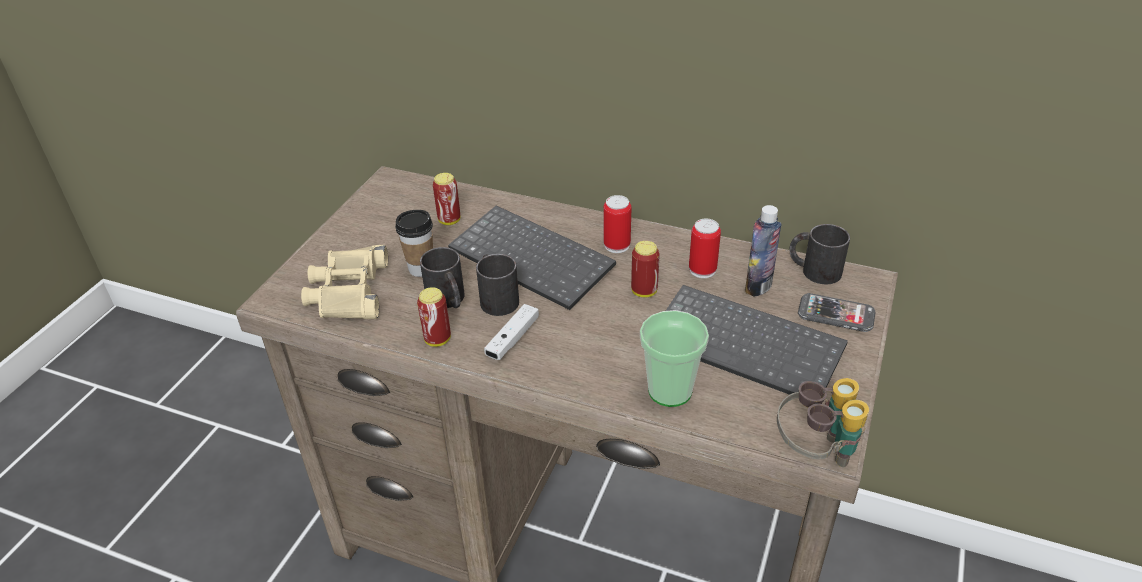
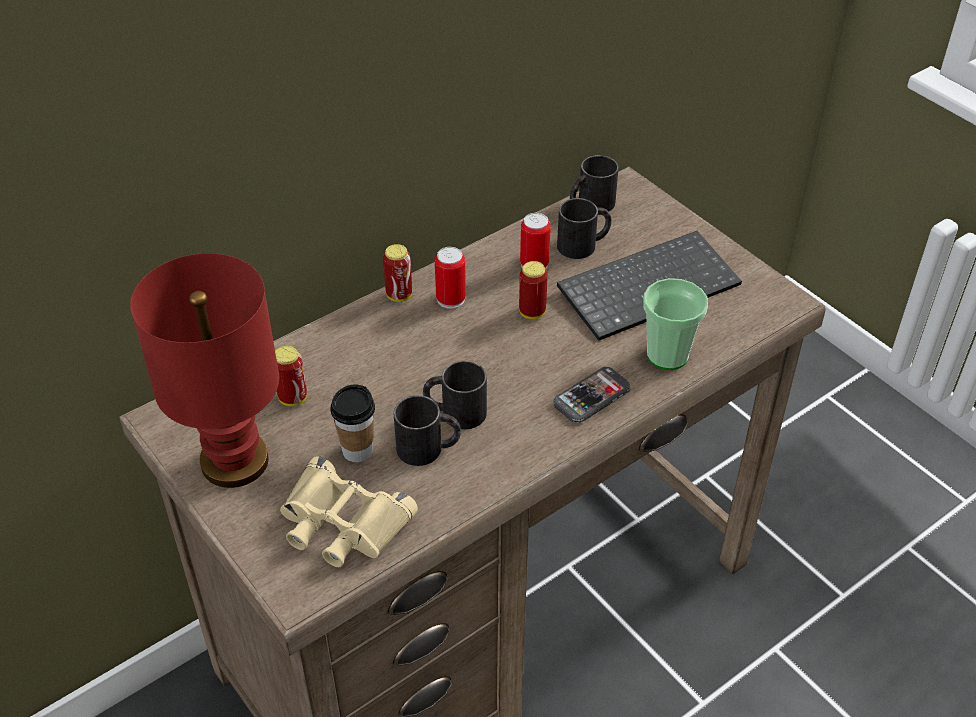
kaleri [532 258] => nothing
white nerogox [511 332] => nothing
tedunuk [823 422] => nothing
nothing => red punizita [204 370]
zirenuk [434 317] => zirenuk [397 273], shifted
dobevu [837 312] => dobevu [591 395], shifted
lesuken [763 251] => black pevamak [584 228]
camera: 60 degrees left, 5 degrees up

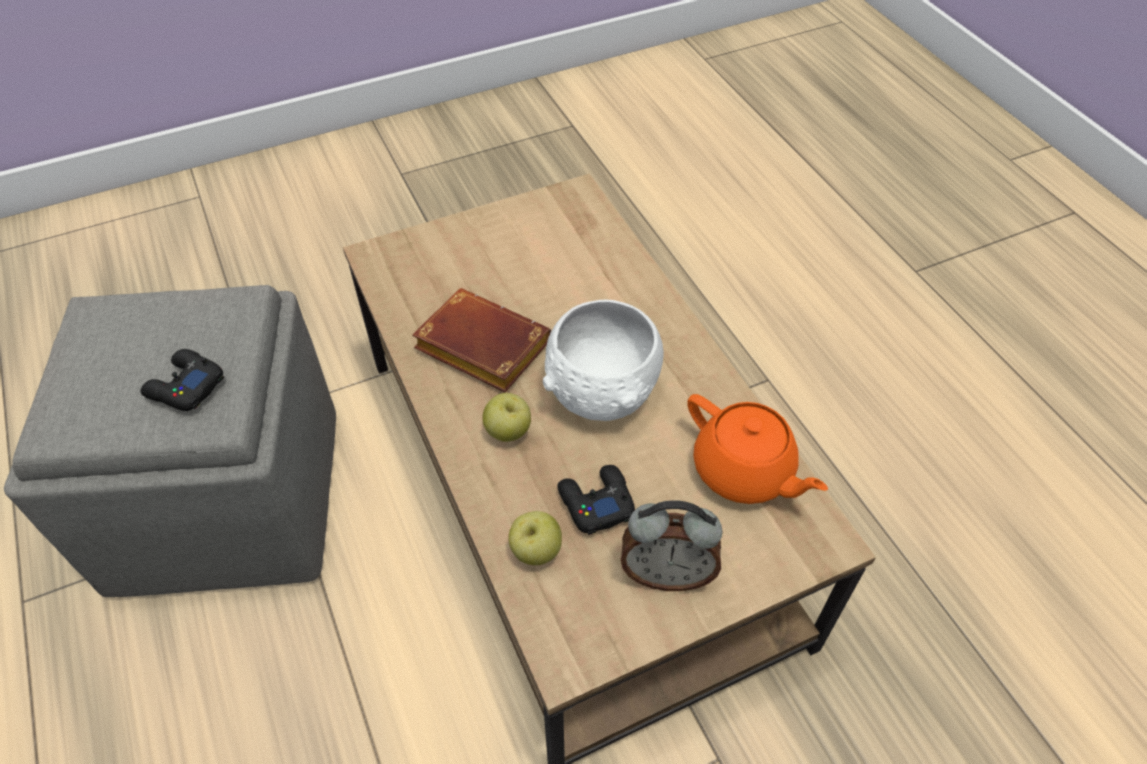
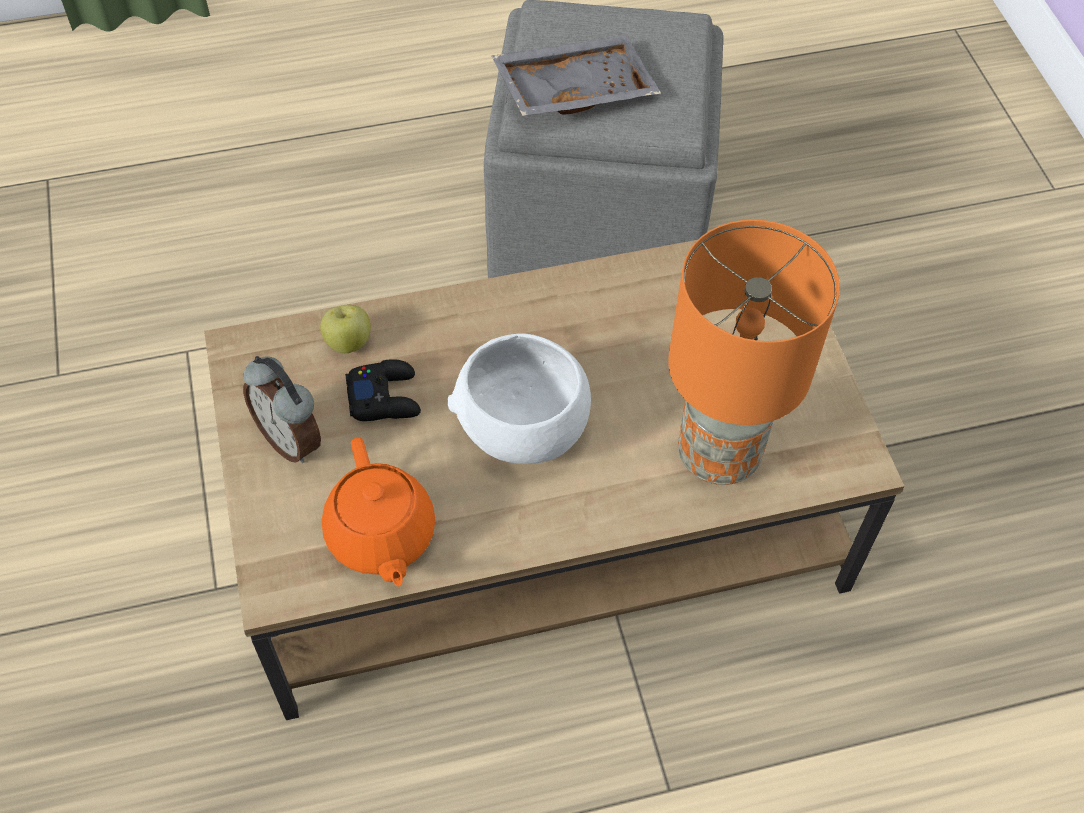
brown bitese [481 340] => nothing
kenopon [507 417] => nothing
nothing => orange punizita [754 352]
black nerogox [182 380] => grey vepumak [576 75]
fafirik [672 545] => fafirik [282 409], 60 degrees counterclockwise
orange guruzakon [757 449] => orange guruzakon [378 511], 75 degrees counterclockwise
camera: 100 degrees right, 5 degrees up

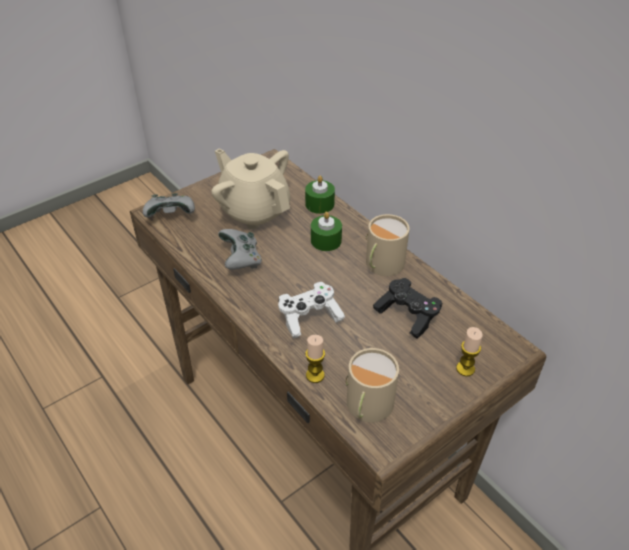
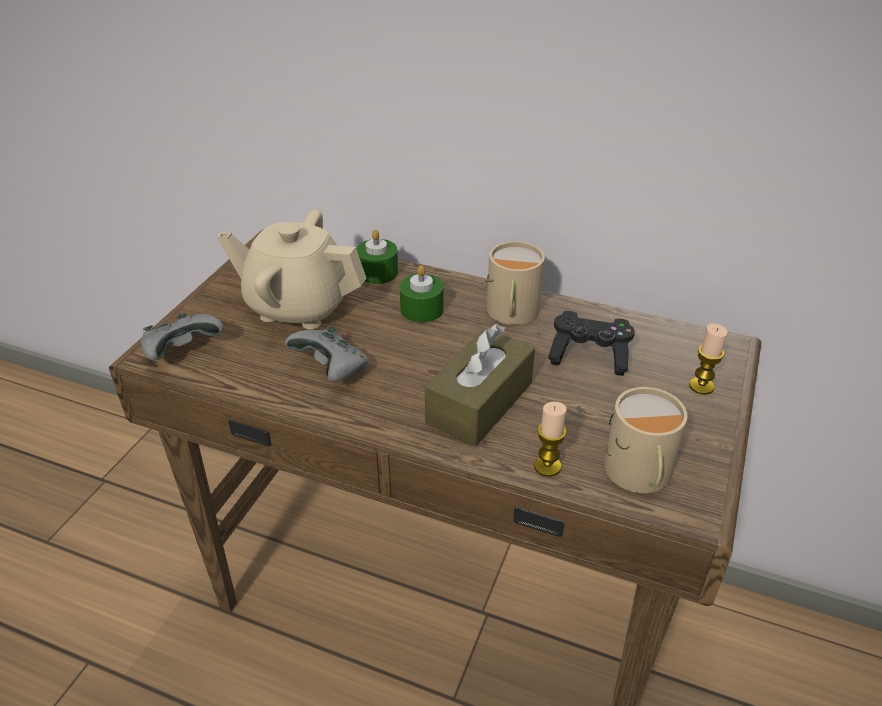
white nerogox [311 310] => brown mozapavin [480 385]
camera: 30 degrees left, 5 degrees down

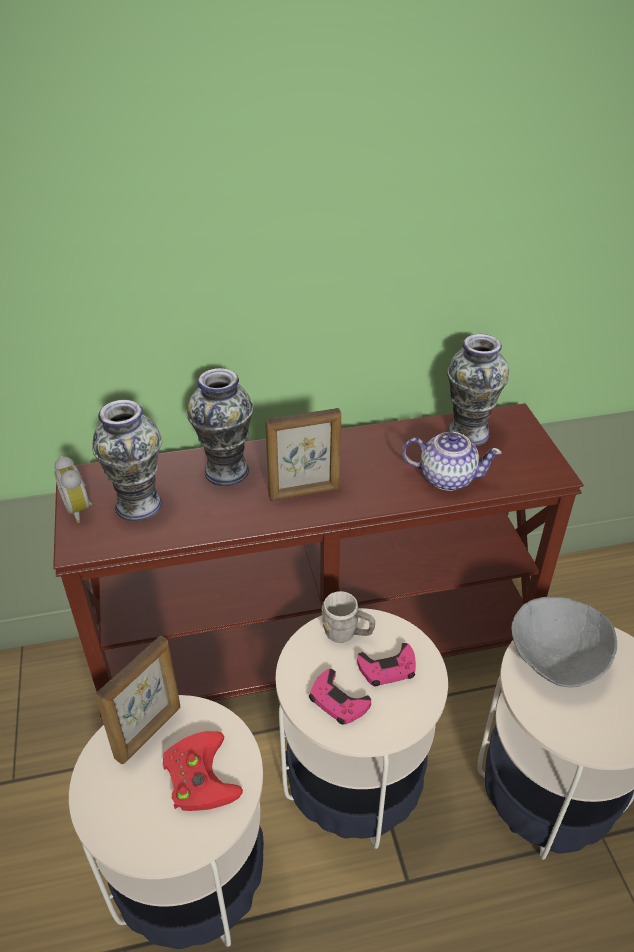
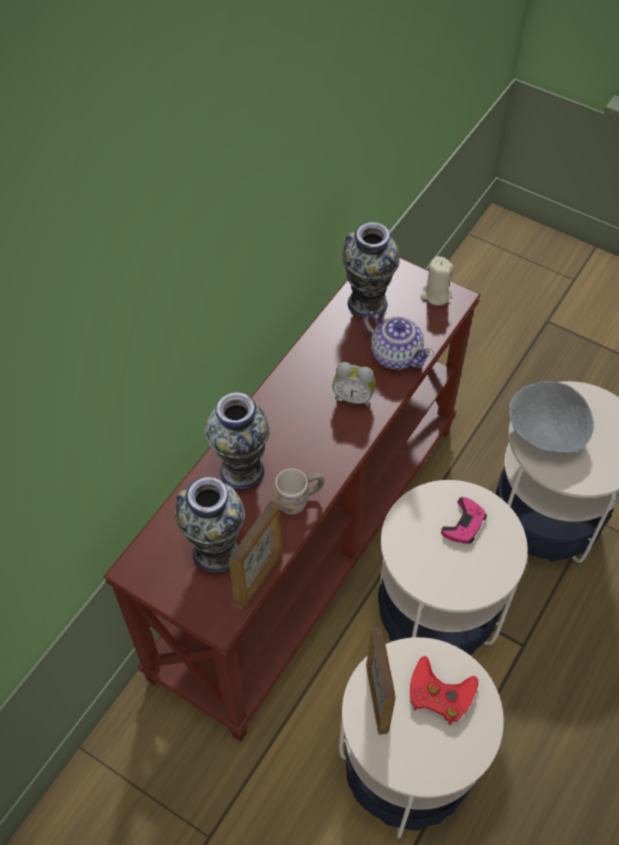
pink nerogox [340 697] => nothing
nothing => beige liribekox [437 280]
fafirik [73 489] => fafirik [354 384], shifted
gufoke [303 454] => gufoke [255 554], shifted
grey pevamak [348 617] => grey pevamak [299 491], shifted
guruzakon [452 461] => guruzakon [398 340], 75 degrees clockwise
camera: 45 degrees left, 15 degrees up

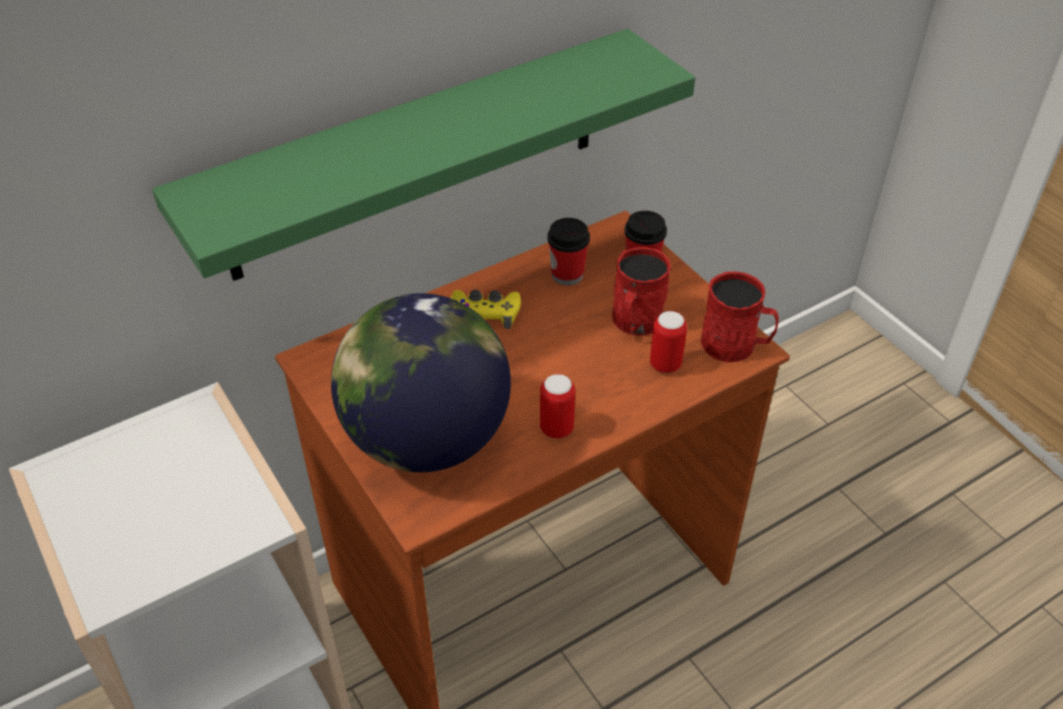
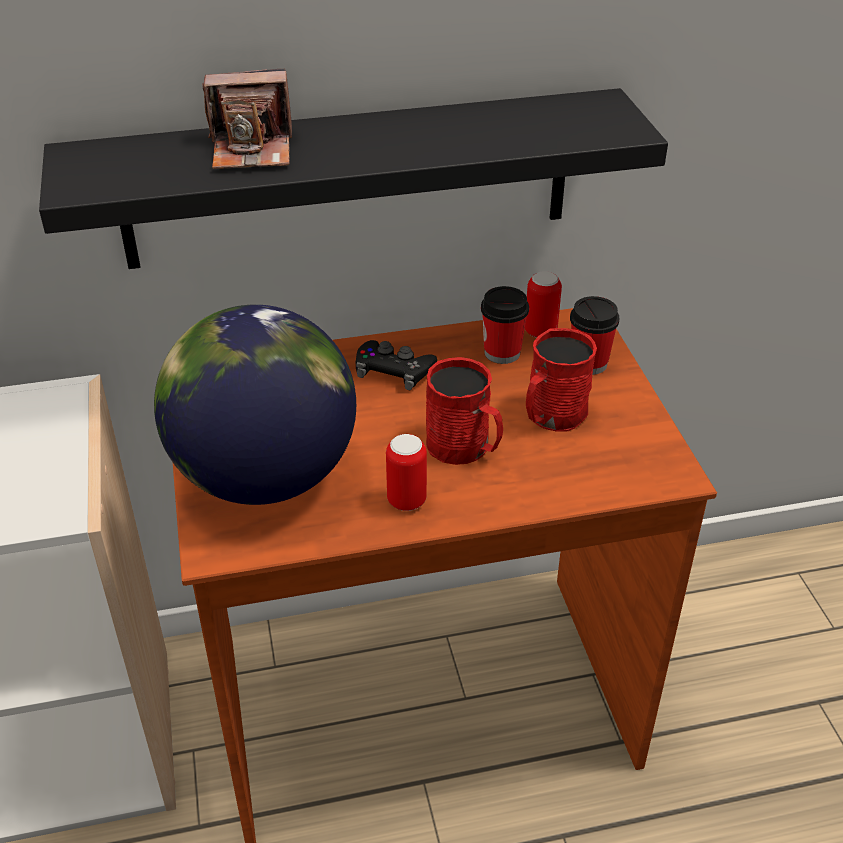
nothing => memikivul [247 119]
zirenuk [668 342] => zirenuk [543 304], shifted
red pevamak [740 316] => red pevamak [464 411], shifted
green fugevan [423 155] => black fugevan [353 178]
yellow nerogox [486 309] => black nerogox [396 365]
camera: 20 degrees right, 5 degrees down

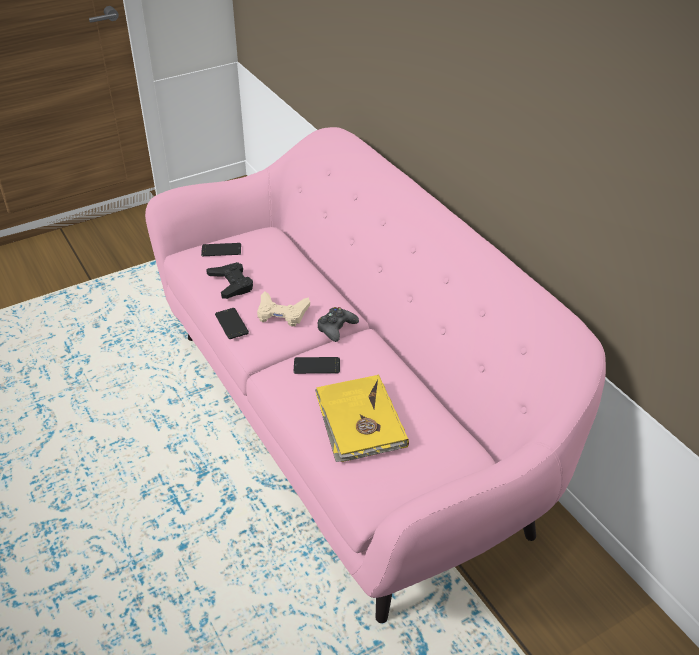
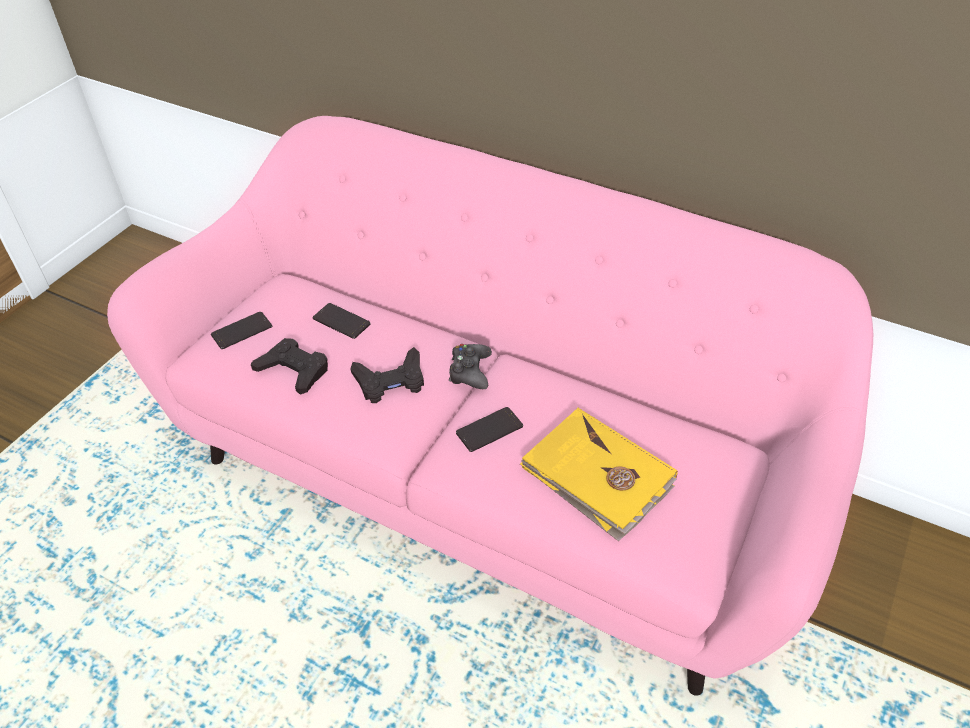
dobevu [232 323] => dobevu [341 321], shifted
beige nerogox [283 309] => black nerogox [387 375]
camera: 30 degrees left, 5 degrees up

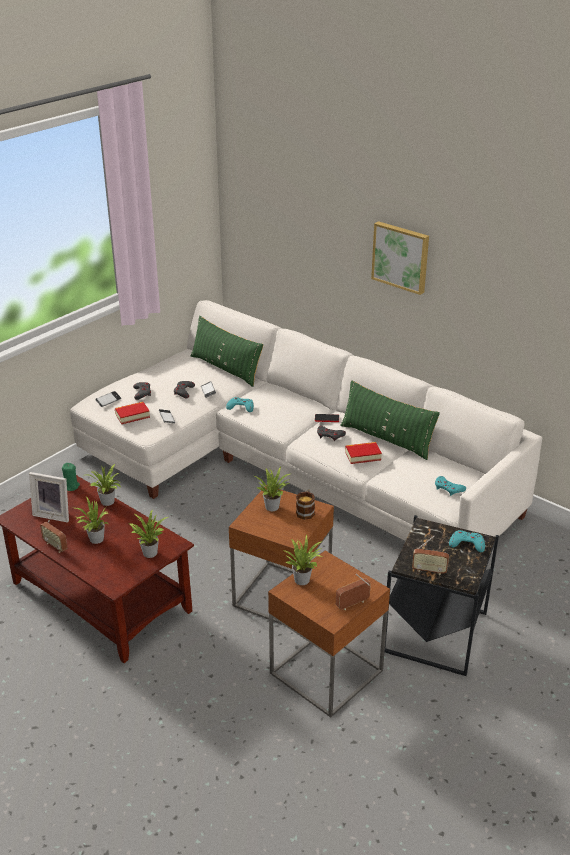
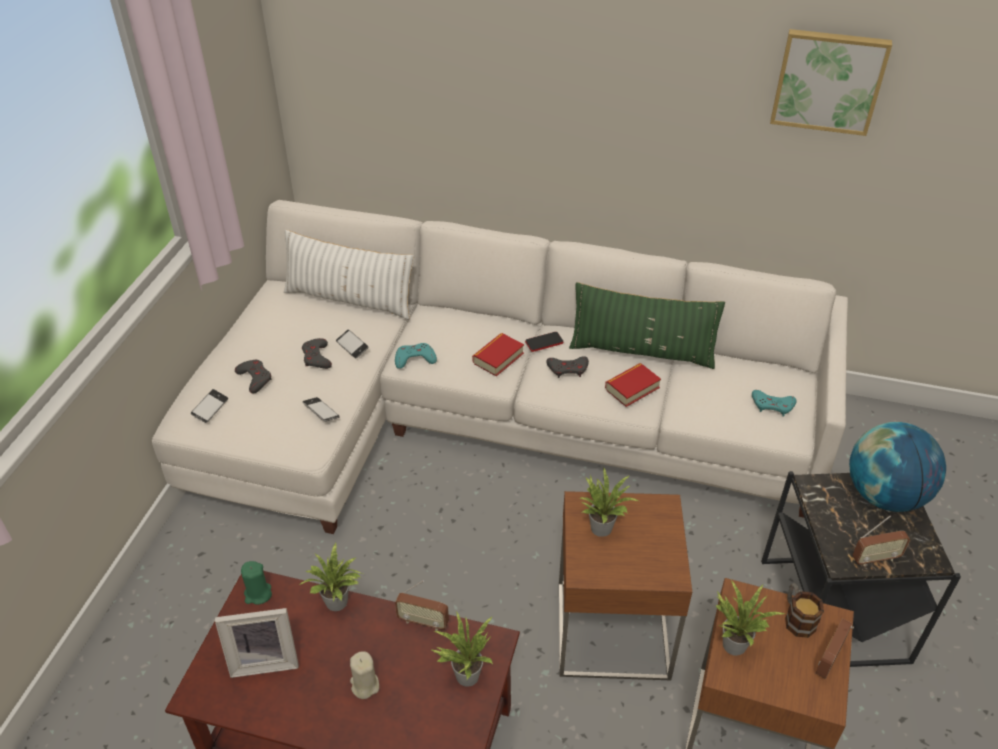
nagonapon [53 533] => nagonapon [422 605], shifted
bitese [132 413] => bitese [498 354], shifted
pevamak [305 504] => pevamak [804 610], shifted
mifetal [400 258] => mifetal [831 82], shifted
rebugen [91 520] => beige liribekox [364 675]
turquoise nerogox [467 541] => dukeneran [897 467]
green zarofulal [227 351] => white zarofulal [348 275]
camera: 25 degrees left, 10 degrees up

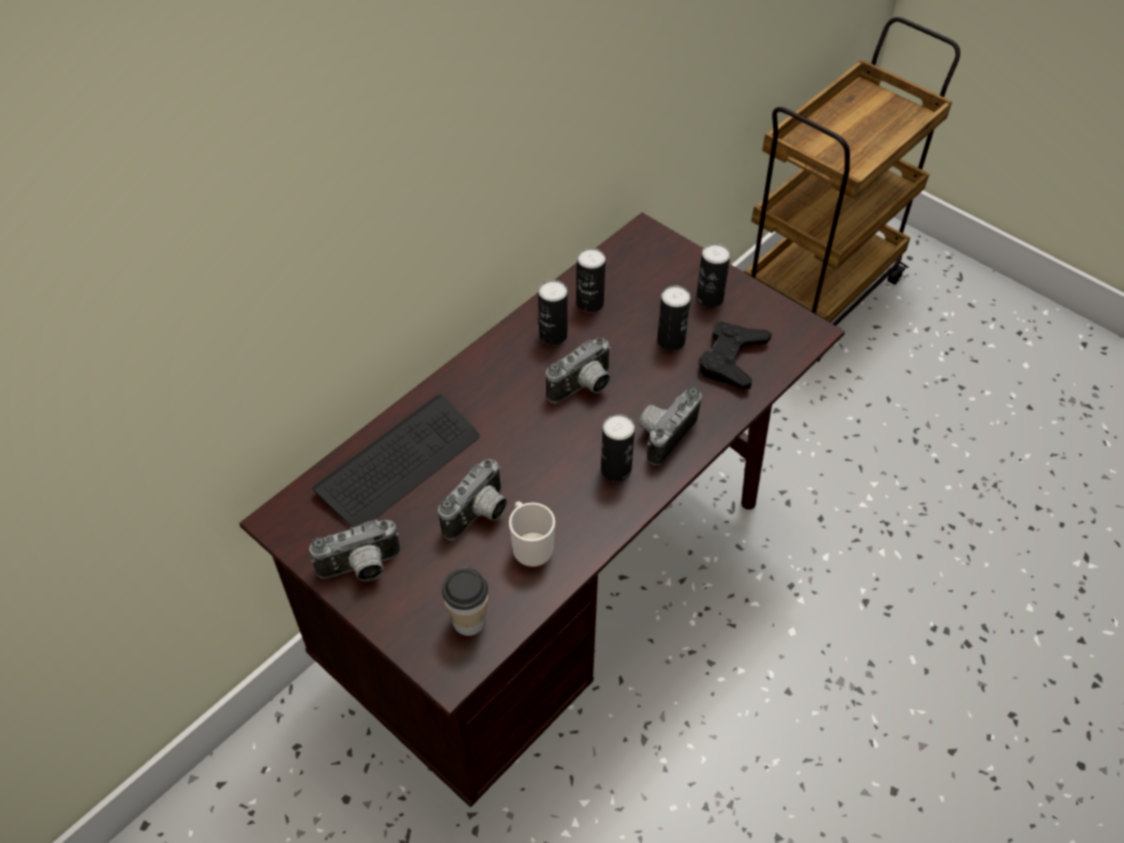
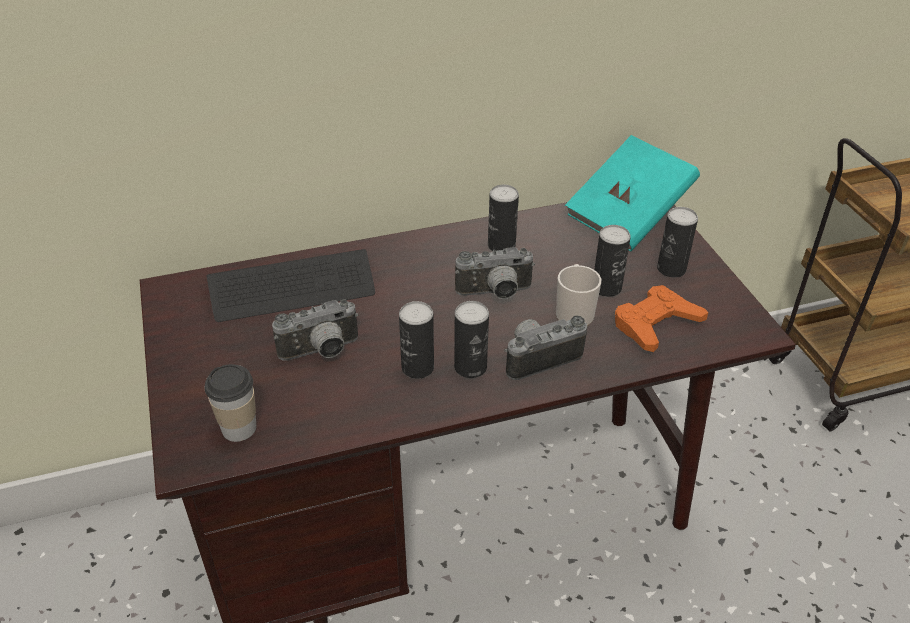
memikivul [354 550] => nothing
nothing => turquoise bitese [632 193]
pevamak [532 534] => pevamak [578 295], shifted
zirenuk [591 280] => zirenuk [416 340], shifted
black nerogox [735 355] => orange nerogox [661 318]
camera: 30 degrees right, 10 degrees down

